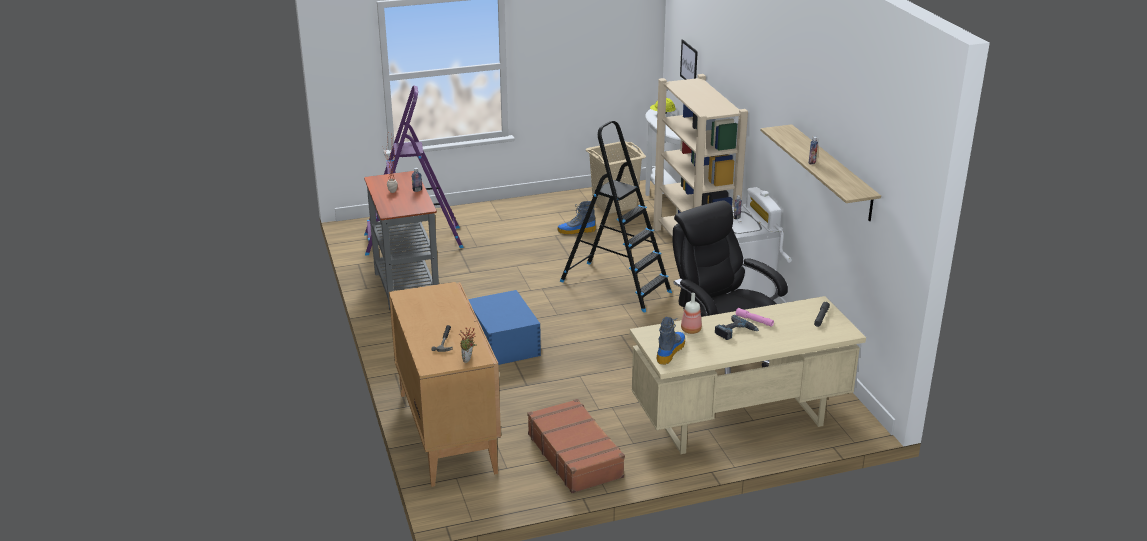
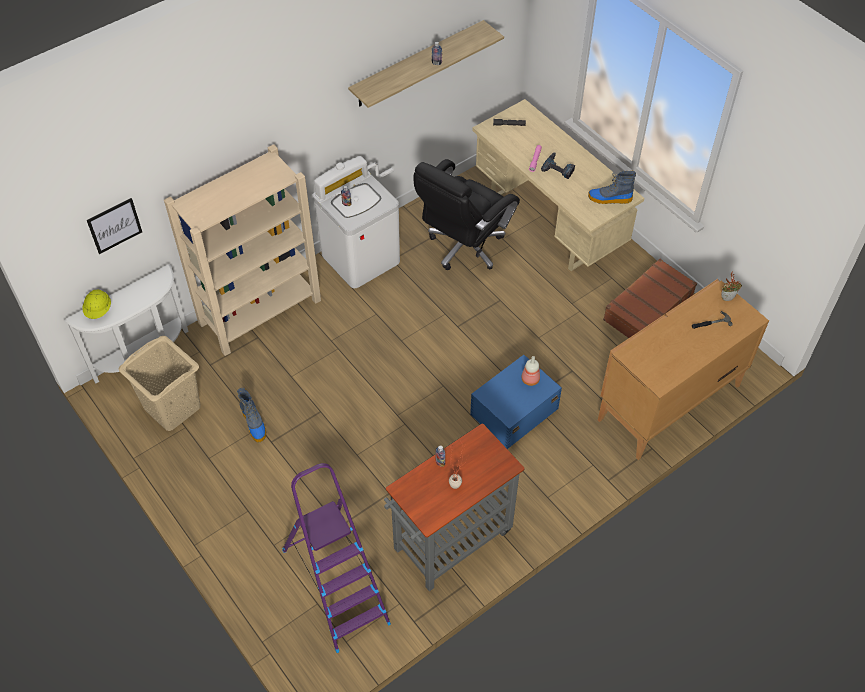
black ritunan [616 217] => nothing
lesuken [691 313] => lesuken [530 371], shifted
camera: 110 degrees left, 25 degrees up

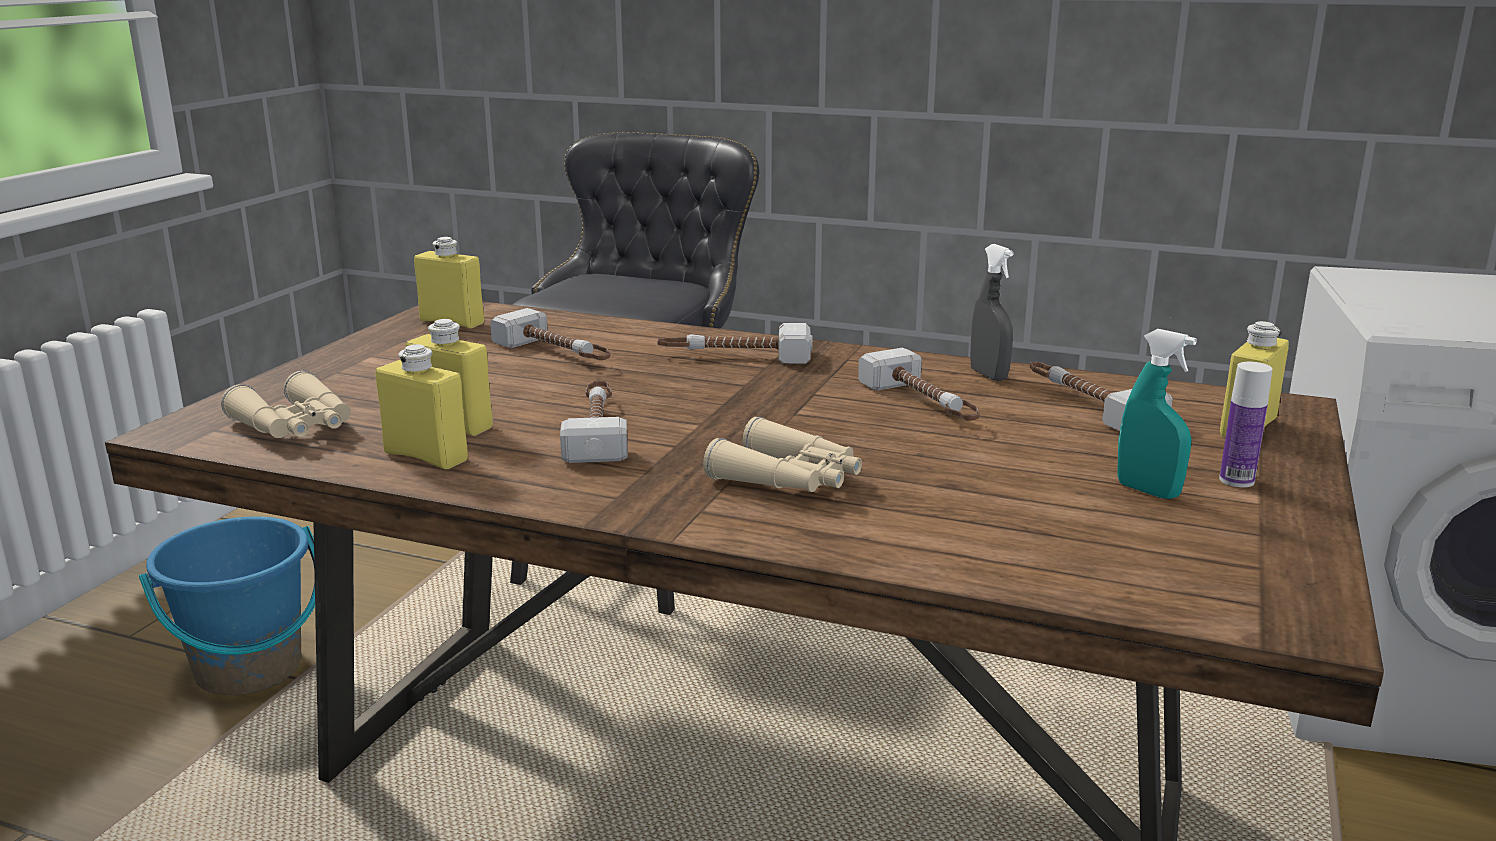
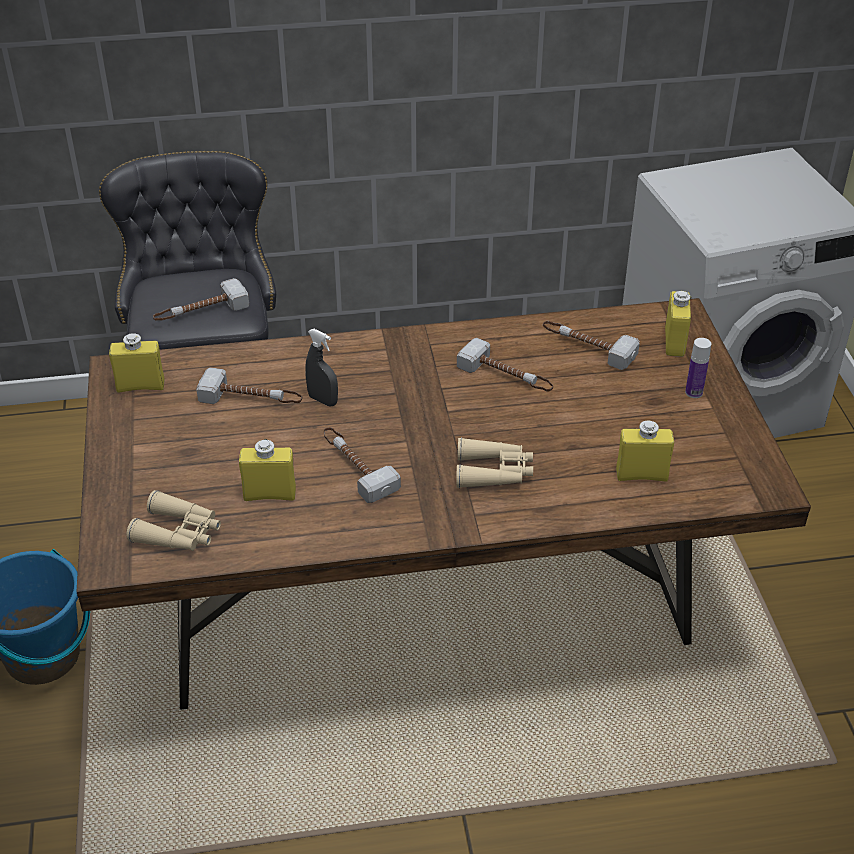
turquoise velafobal [1157 414] => nothing
yellow lesuken [421 407] => yellow lesuken [645 451], shifted
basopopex [735 343] => basopopex [201 299], shifted
grey velafobal [992 312] => grey velafobal [321 367], shifted
camera: 30 degrees left, 20 degrees up

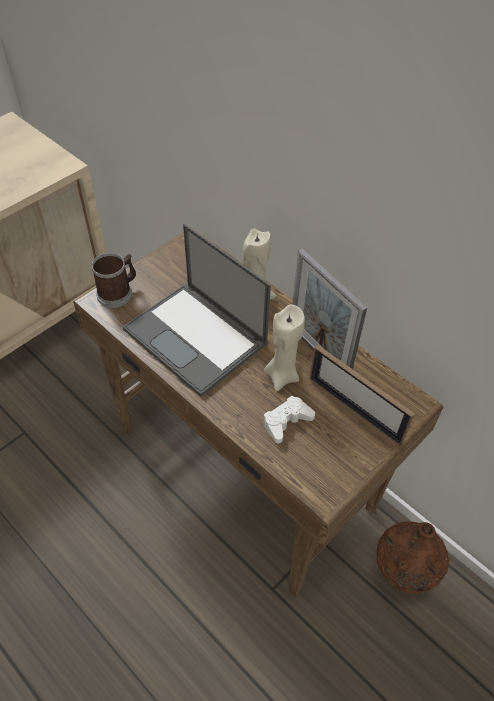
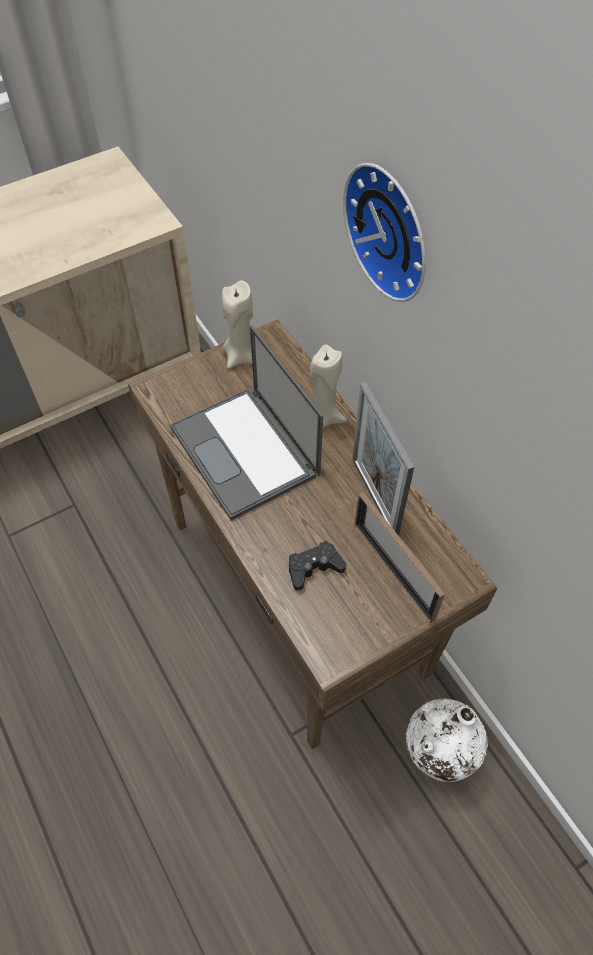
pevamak [114 280] => nothing
nothing => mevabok [384 232]
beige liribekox [284 347] => beige liribekox [237 324], shifted
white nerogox [289 419] => black nerogox [317 566]
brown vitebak [413 557] => white vitebak [447 740]
camera: 15 degrees right, 5 degrees up

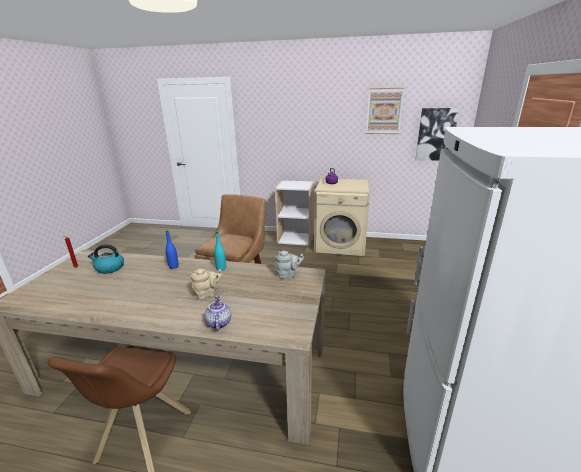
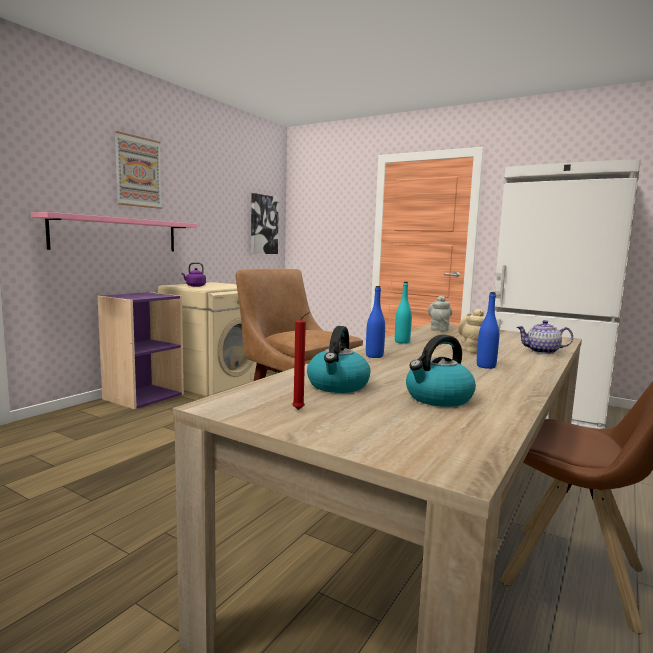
nothing => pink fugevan [114 231]
nothing => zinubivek [441 371]
nothing => blue lesuken [488 330]
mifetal [385 111] => mifetal [138 170], shifted
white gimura [294 213] => purple gimura [140 350]
camera: 70 degrees left, 15 degrees down

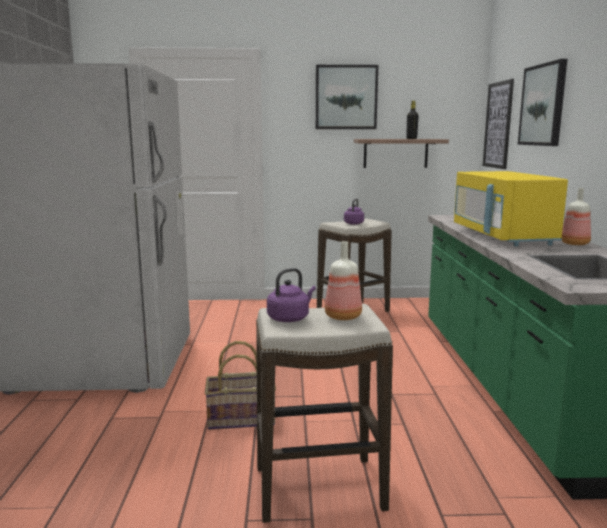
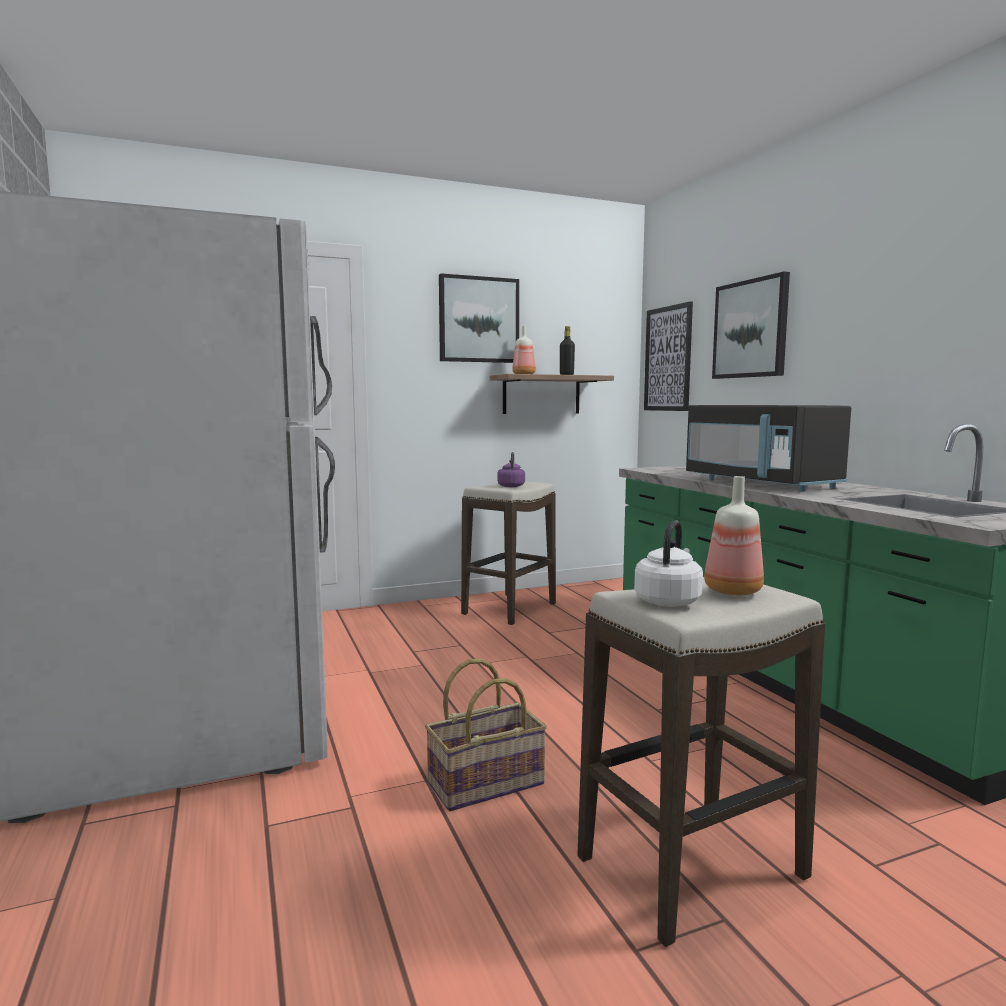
lesuken [576 216] => lesuken [524 350], shifted
purple zinubivek [291 295] => white zinubivek [668 564]
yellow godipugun [511 208] => black godipugun [768 448]
camera: 20 degrees left, 5 degrees down

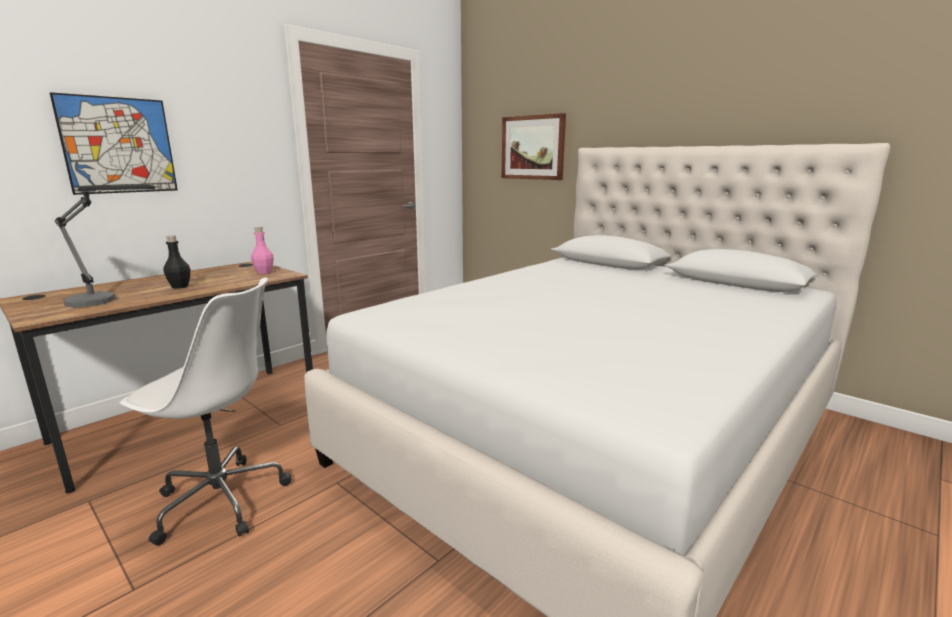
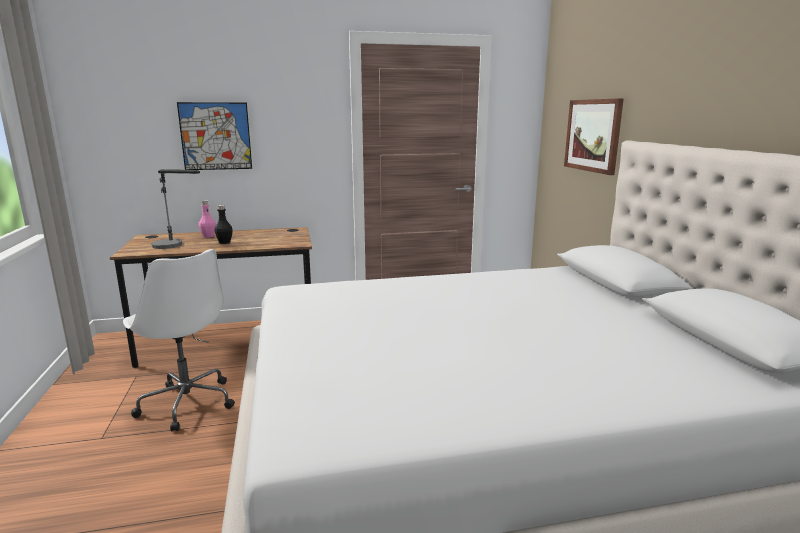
pink lesuken [262 250] => pink lesuken [207 219], shifted
camera: 35 degrees right, 0 degrees up

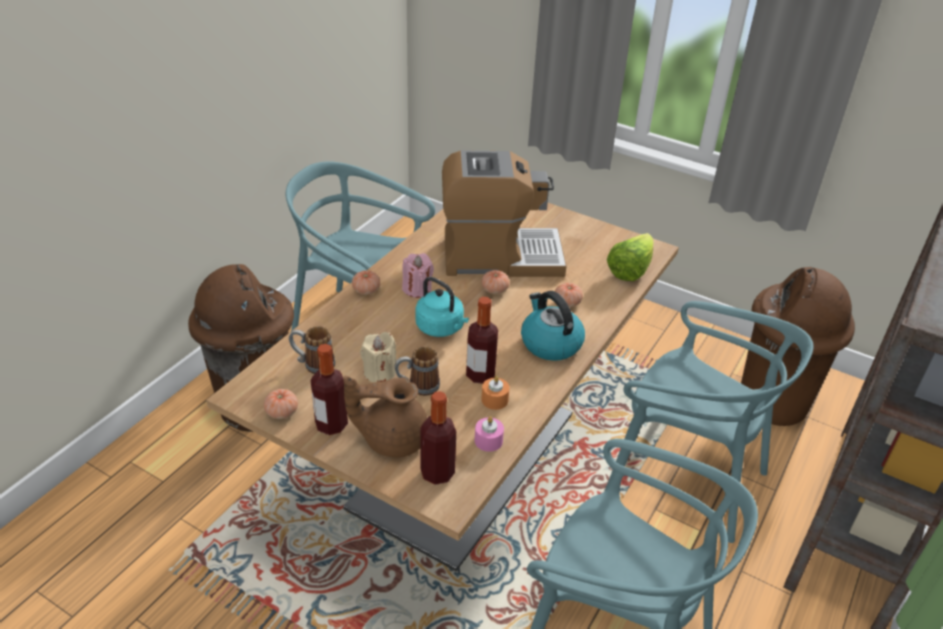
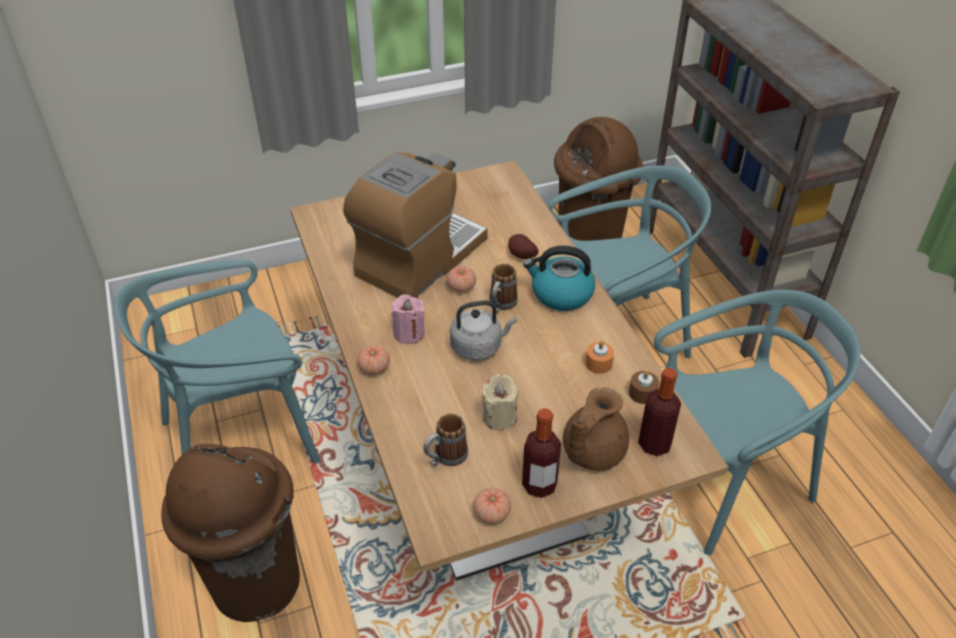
lesuken [482 340] => nothing
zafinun [630 257] => nothing
pevamak [417 371] => pevamak [503 288], shifted
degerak [569 295] => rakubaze [523 246]
turquoise zinubivek [442 307] => grey zinubivek [483 330]
pink liribekox [489 434] => brown liribekox [644 387]
camera: 50 degrees left, 5 degrees up

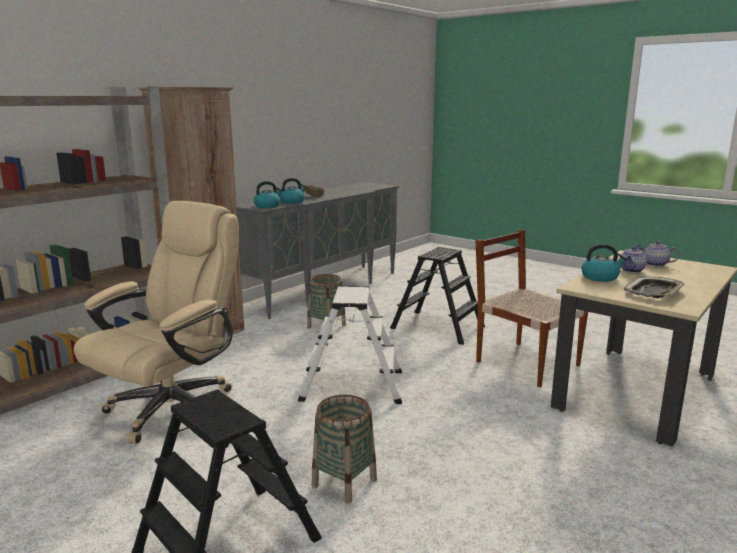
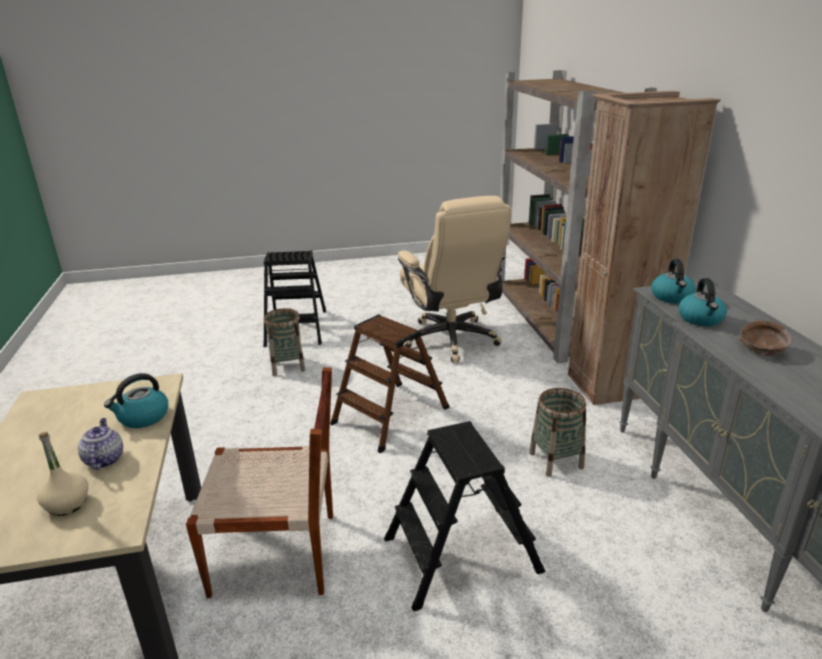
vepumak [654 287] => nothing
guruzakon [658 254] => beige lesuken [62 474]
white ritunan [350 345] => brown ritunan [390 383]
camera: 130 degrees right, 10 degrees up

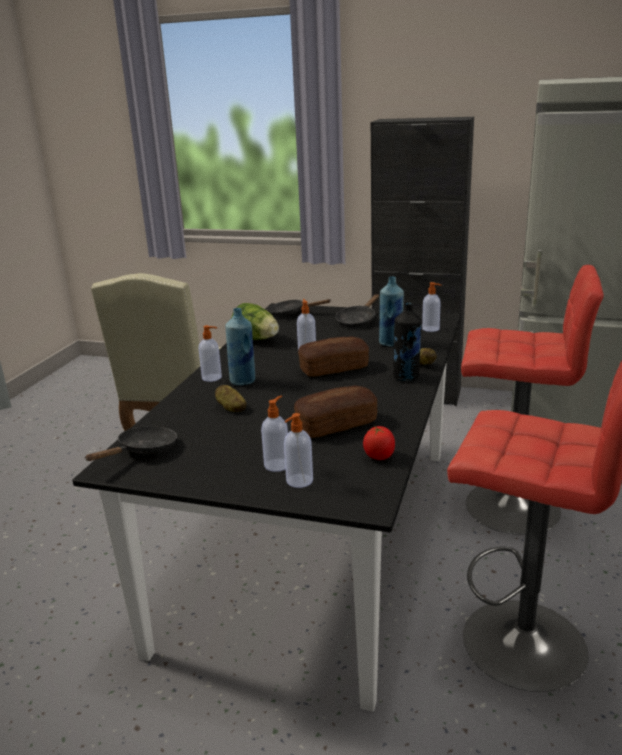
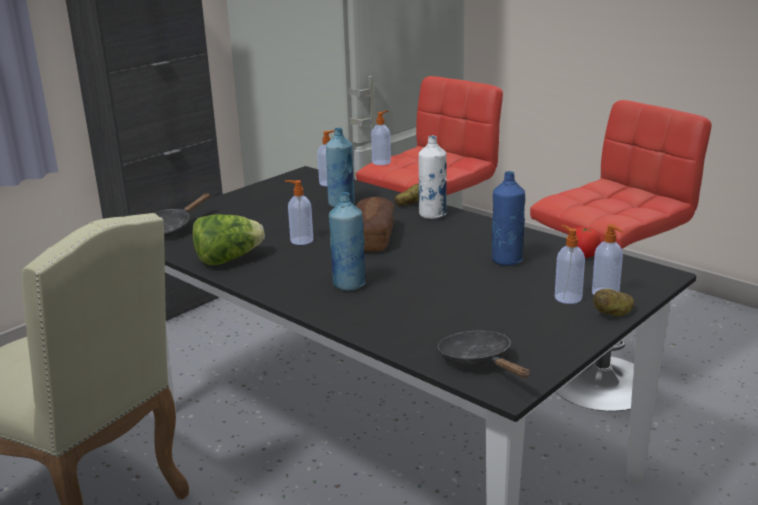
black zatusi [357 310] => nothing
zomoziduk [210 353] => zomoziduk [381 138], shifted
rakubaze [230 398] => rakubaze [613 302], shifted
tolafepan [335 412] => blue lesuken [508 218]
black lesuken [407 341] => white lesuken [433 177]
camera: 65 degrees left, 0 degrees up

